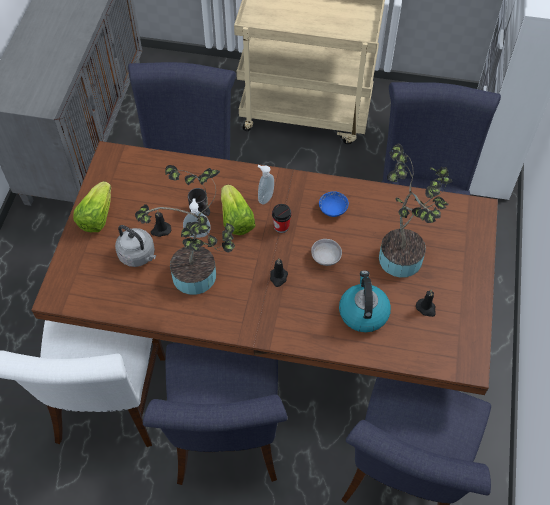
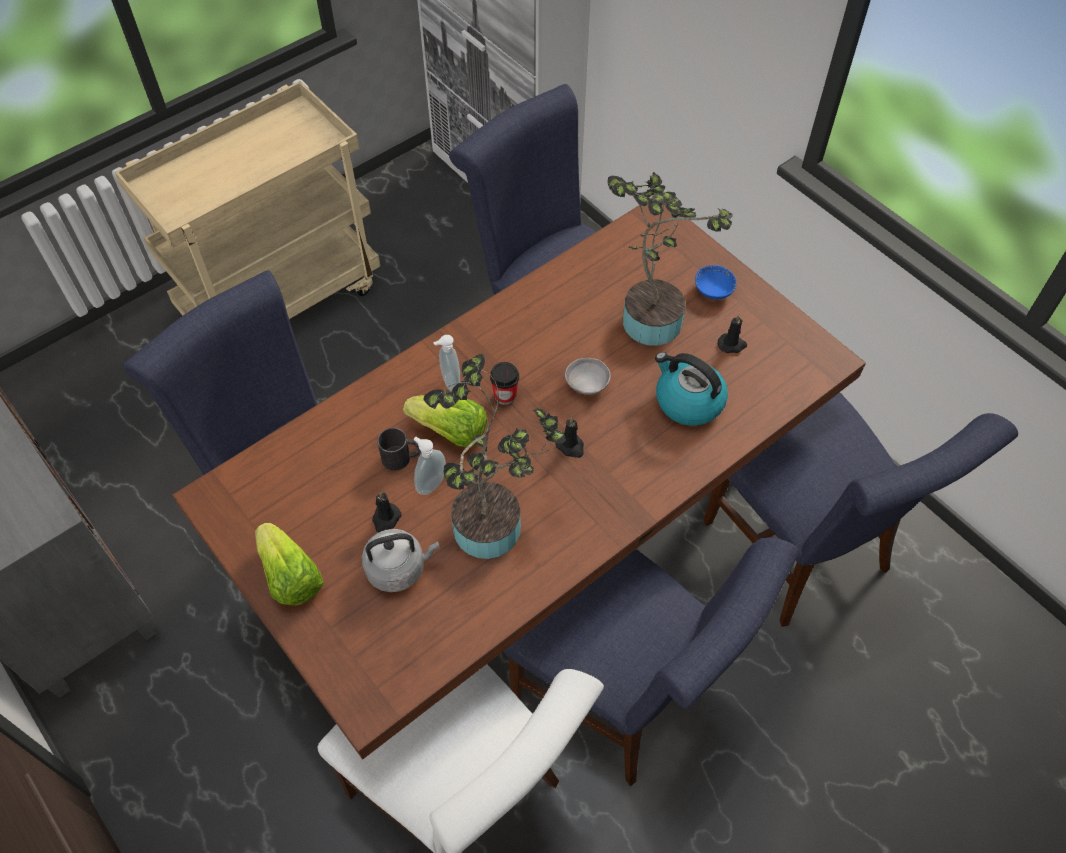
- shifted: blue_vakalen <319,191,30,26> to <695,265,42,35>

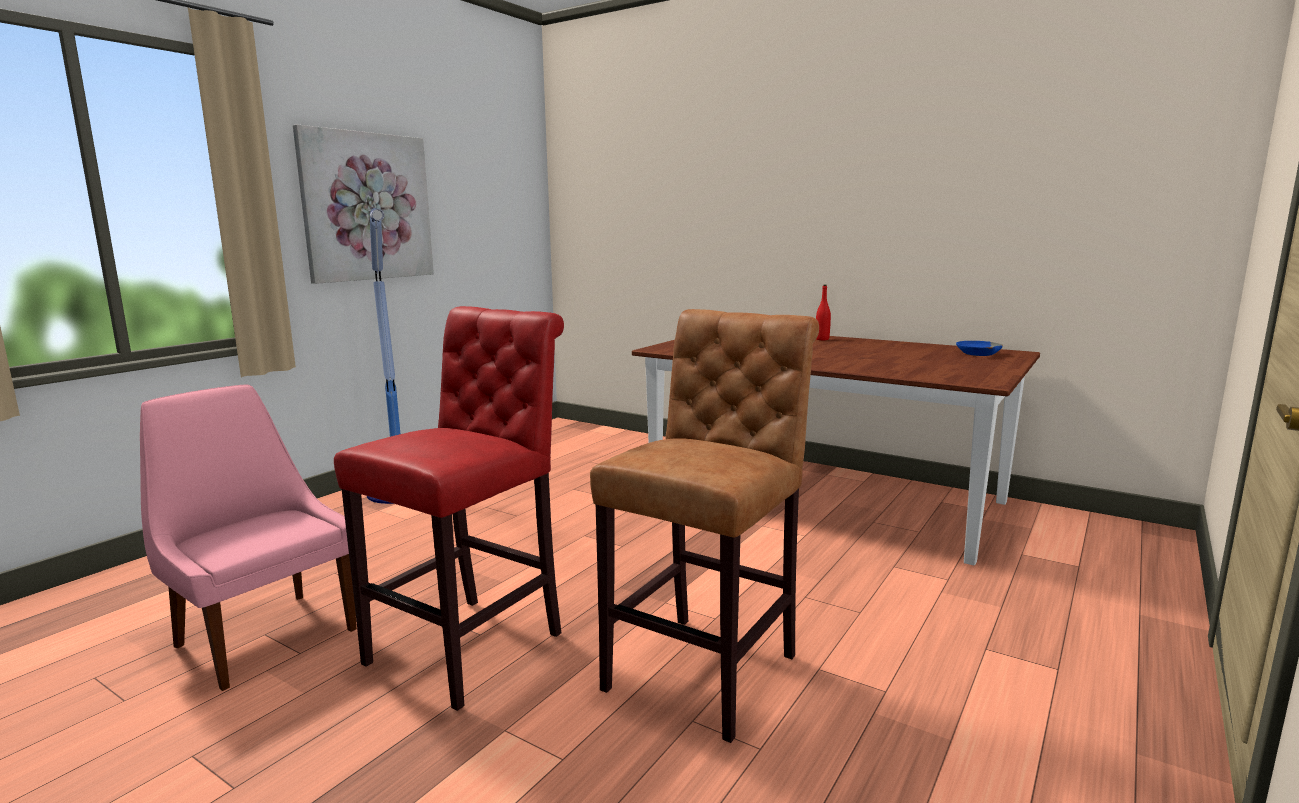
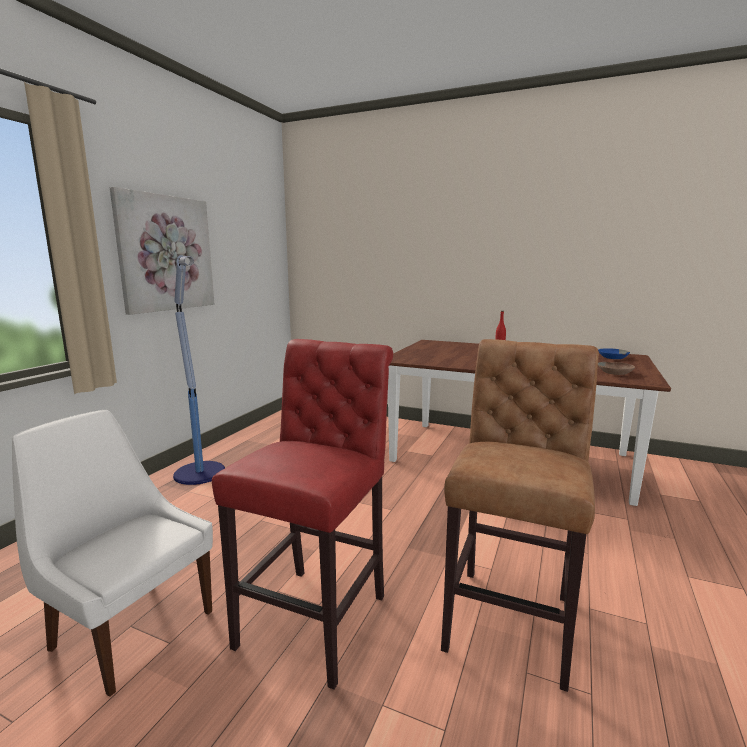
- new: brown_vakalen <598,362,37,13>
- repainted: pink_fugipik <140,385,217,306> to white_fugipik <12,410,201,287>

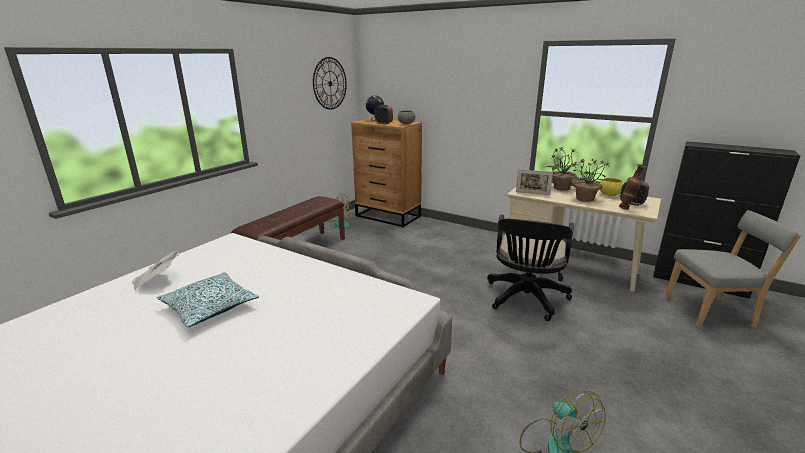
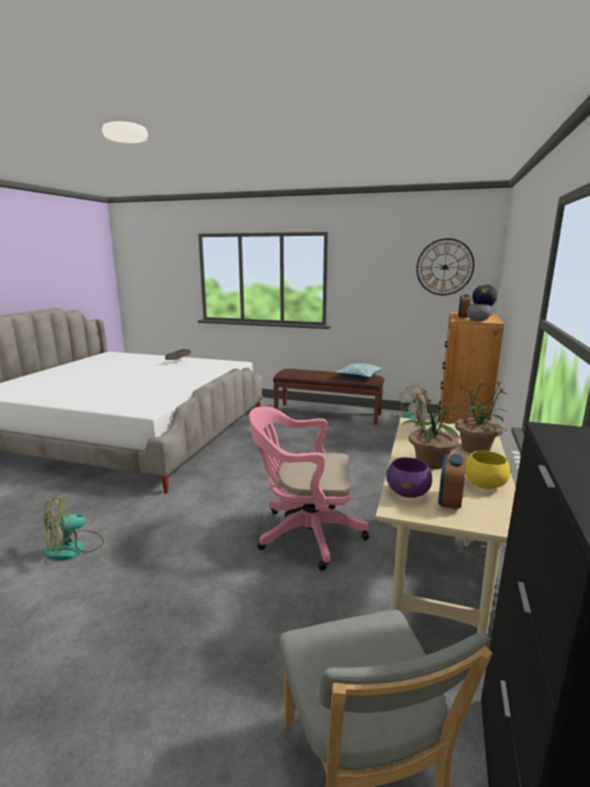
- shifted: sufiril <157,272,102,55> to <336,363,47,15>
- swapped: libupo <619,164,27,46> to purple_vakalen <386,457,46,41>
- repainted: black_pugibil <487,214,87,107> to pink_pugibil <249,406,120,165>

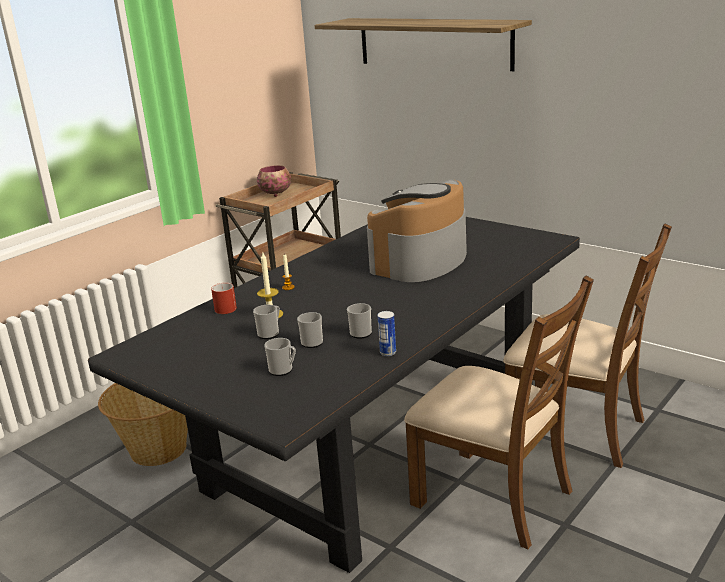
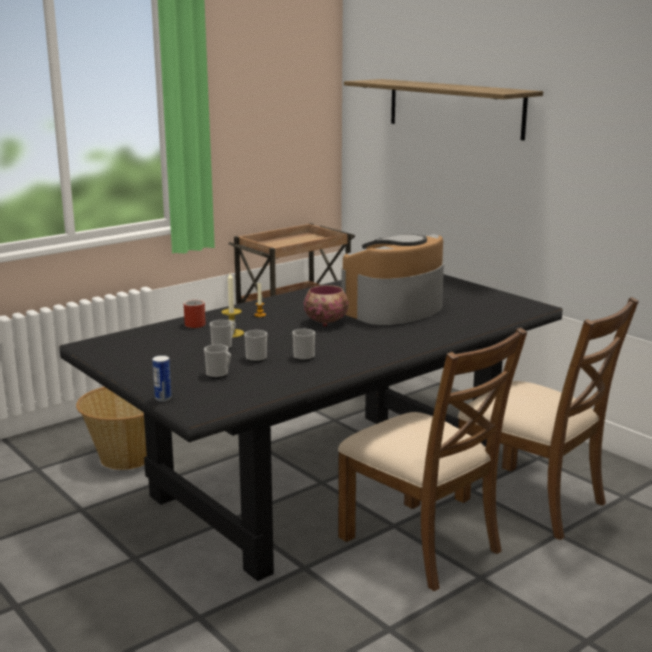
- shifted: vakalen <257,165,34,32> to <304,285,45,42>
- shifted: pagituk <378,311,18,45> to <152,355,20,46>

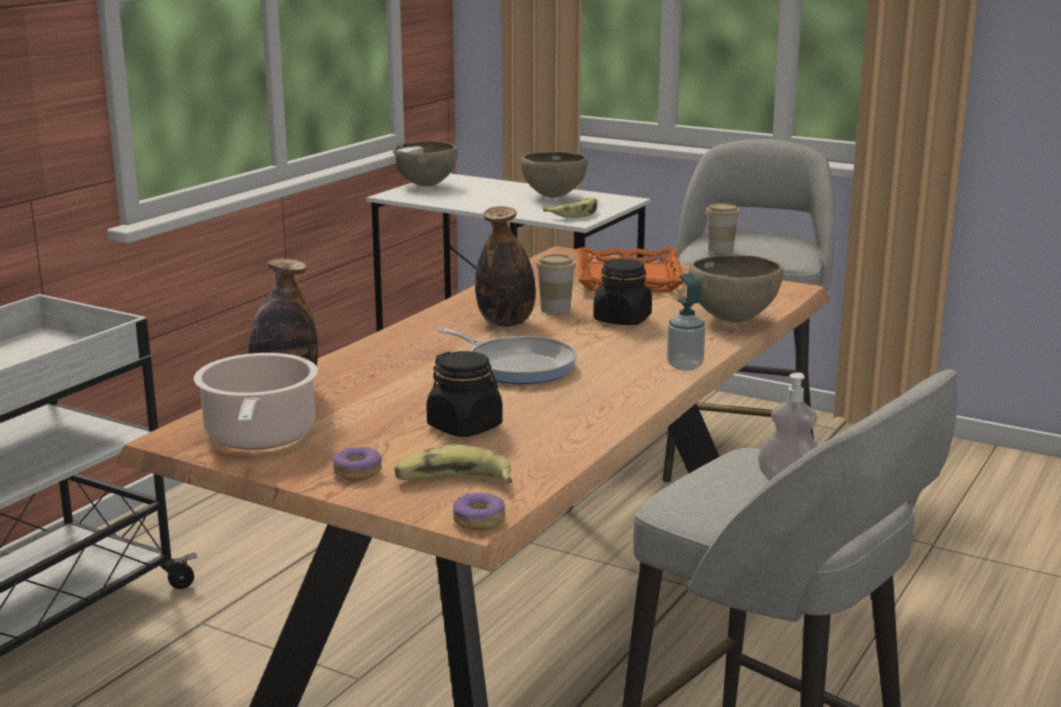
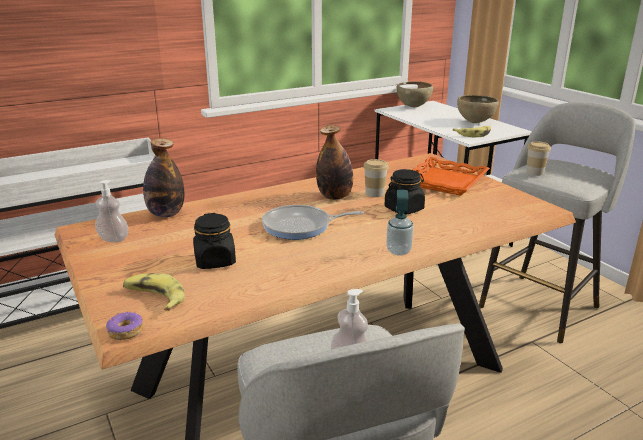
- gone: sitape <333,447,49,33>
- gone: brown_vakalen <689,255,94,68>
- swapped: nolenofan <194,353,124,97> to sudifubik <95,180,33,63>
- rotated: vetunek <438,328,139,56> = <262,205,102,35> 105 degrees clockwise

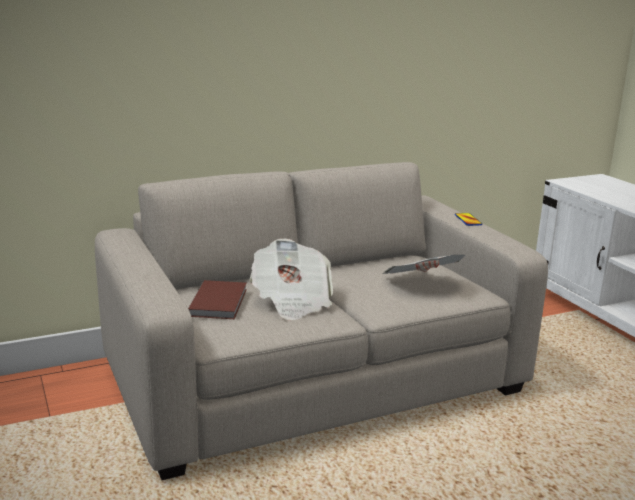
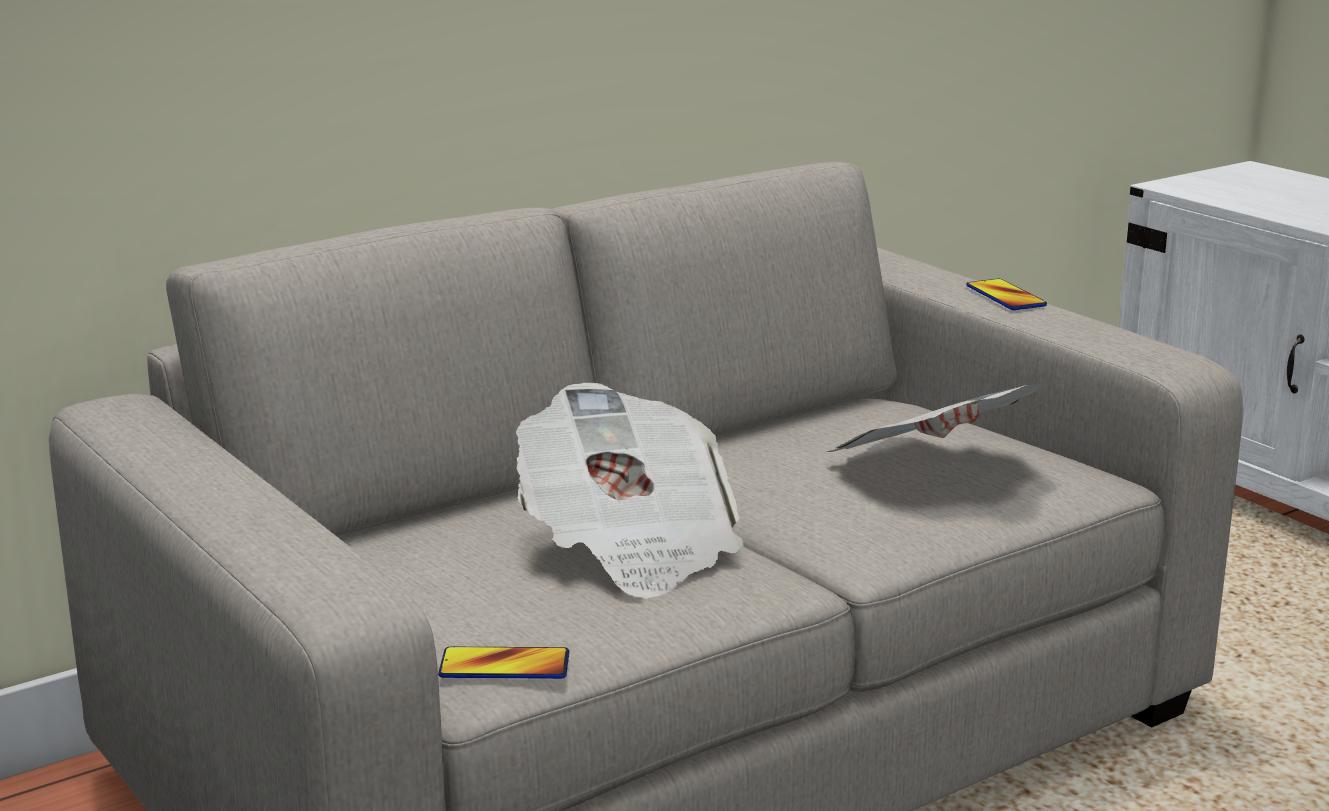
- gone: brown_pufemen <188,280,59,39>
- new: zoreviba <438,647,131,32>

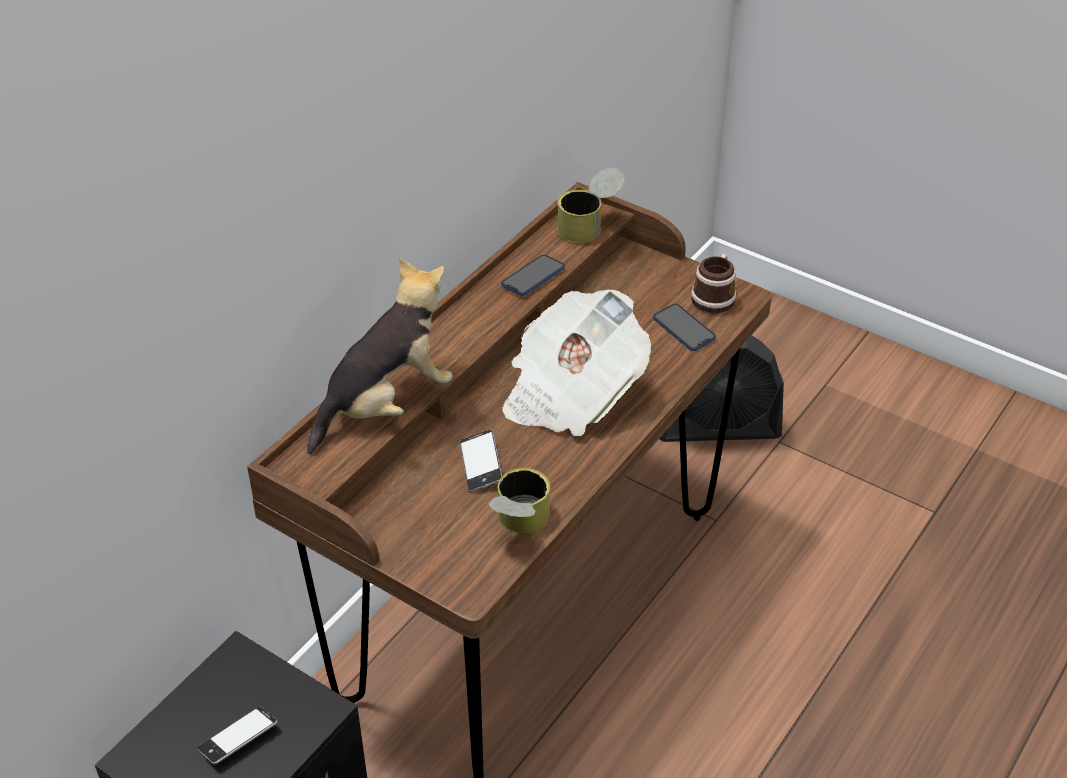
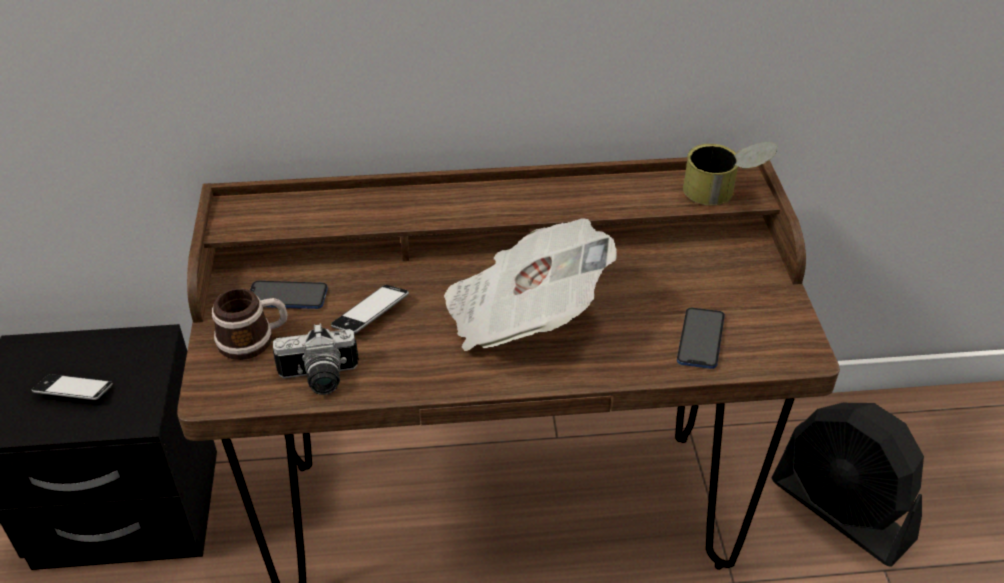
- gone: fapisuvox <307,258,146,196>
- shifted: zoreviba <501,255,64,41> to <250,281,78,28>
- shifted: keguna <691,254,45,59> to <212,288,76,72>
- swapped: pagituk <489,468,61,65> to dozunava <273,323,86,72>

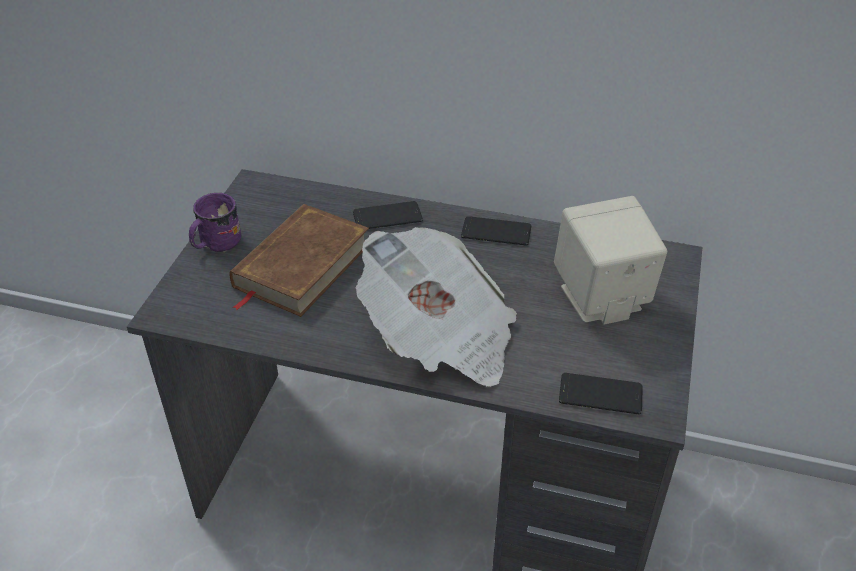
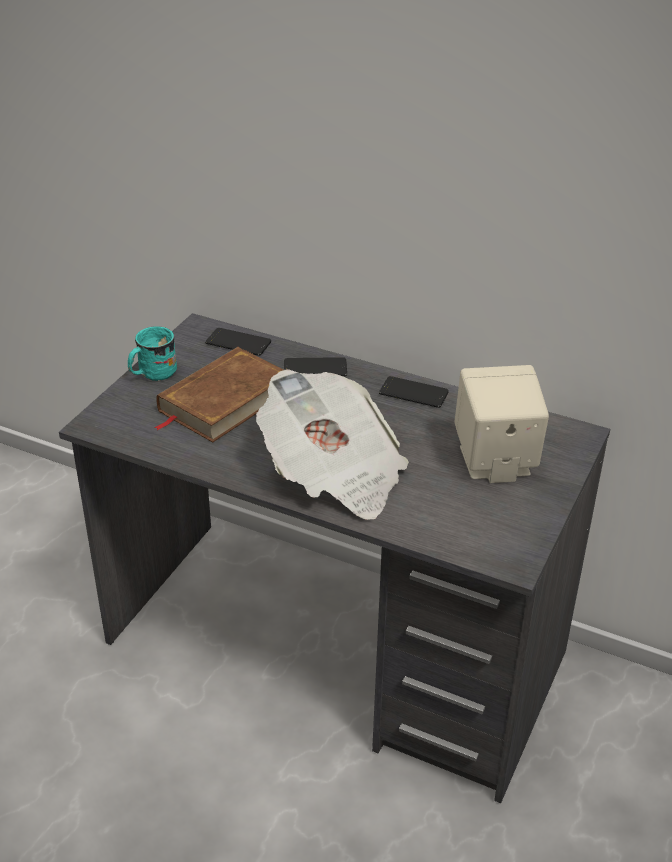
- shifted: zoreviba <559,373,83,41> to <205,328,66,28>
- repainted: purple_keguna <189,193,52,60> to turquoise_keguna <128,326,49,56>

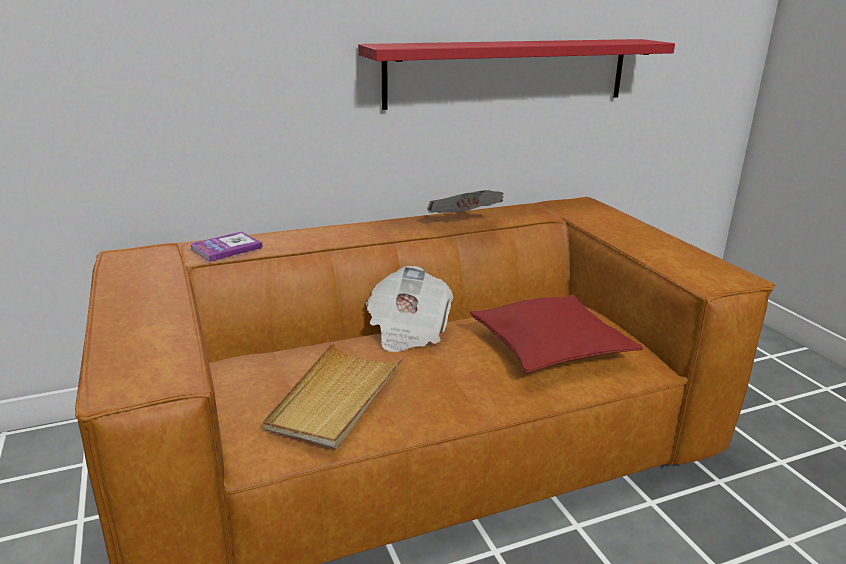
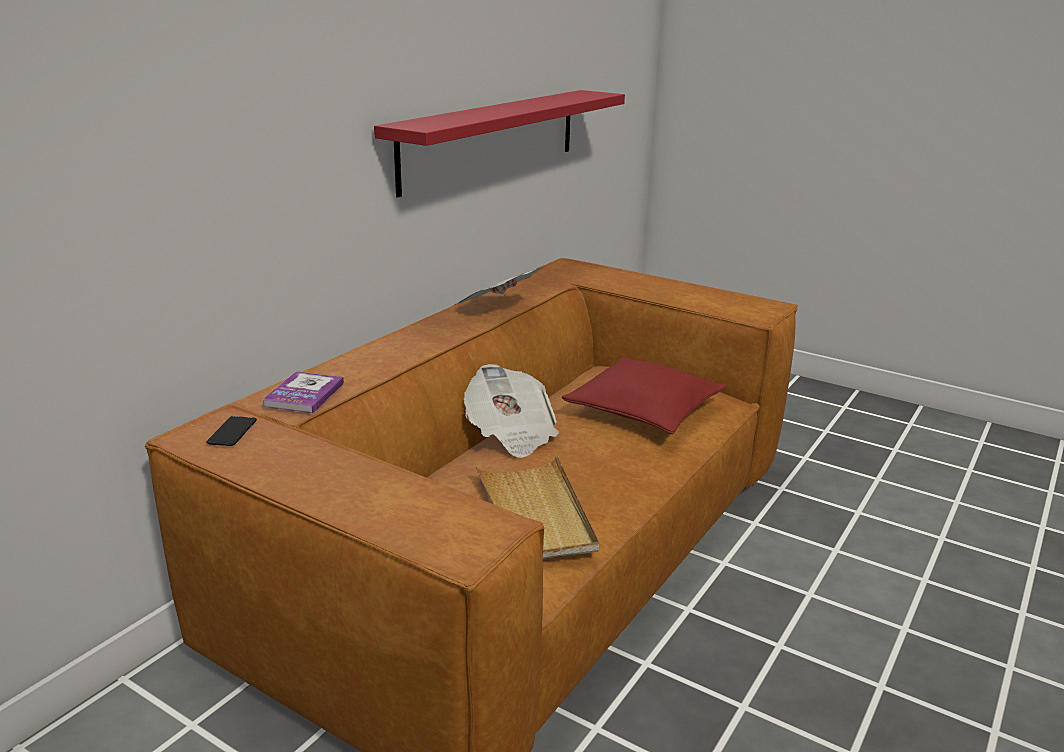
- new: zoreviba <206,416,51,30>

